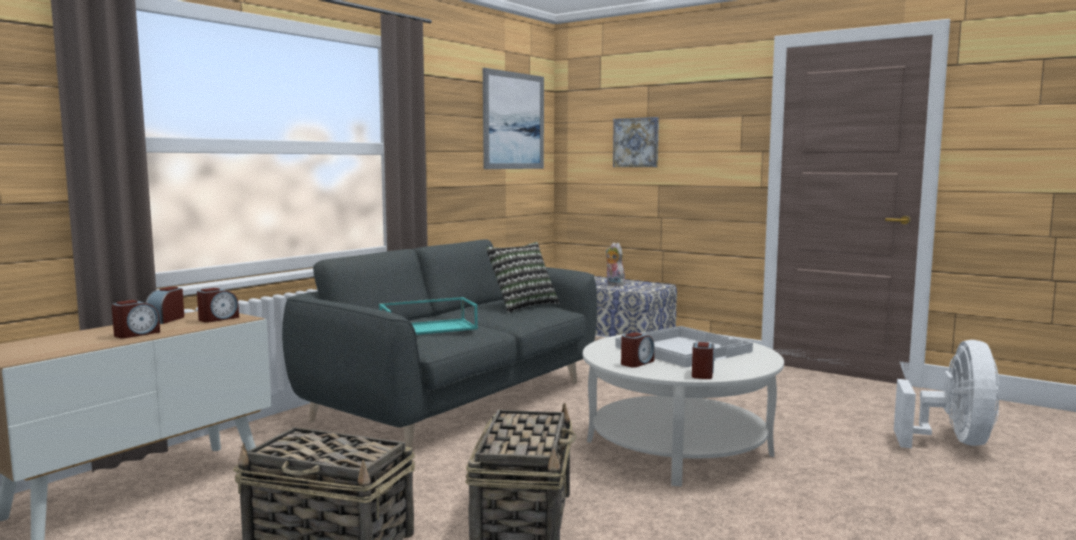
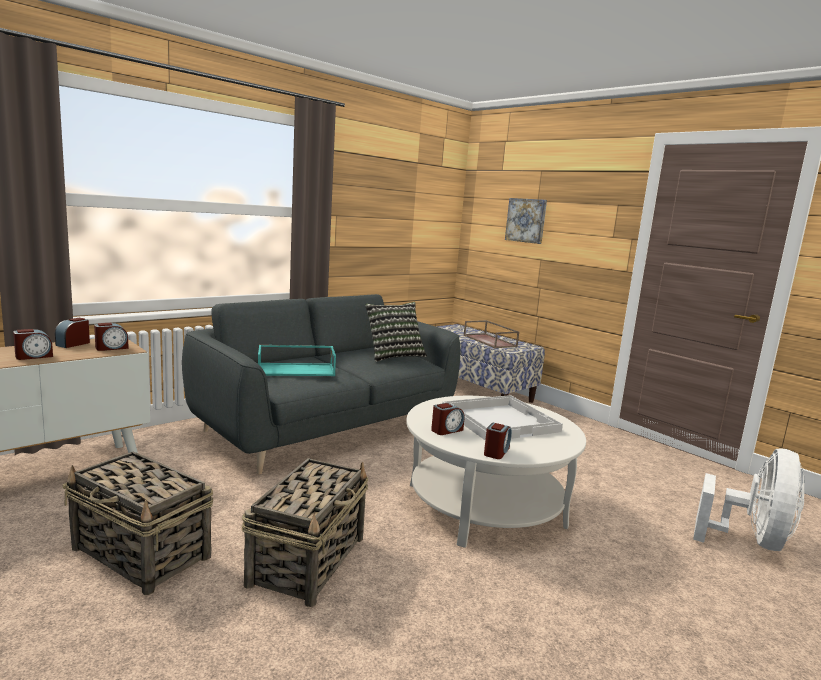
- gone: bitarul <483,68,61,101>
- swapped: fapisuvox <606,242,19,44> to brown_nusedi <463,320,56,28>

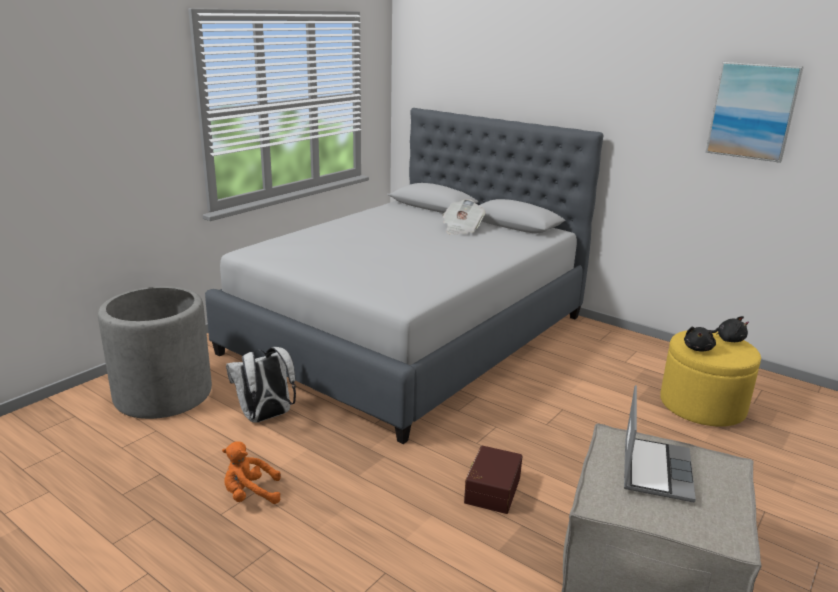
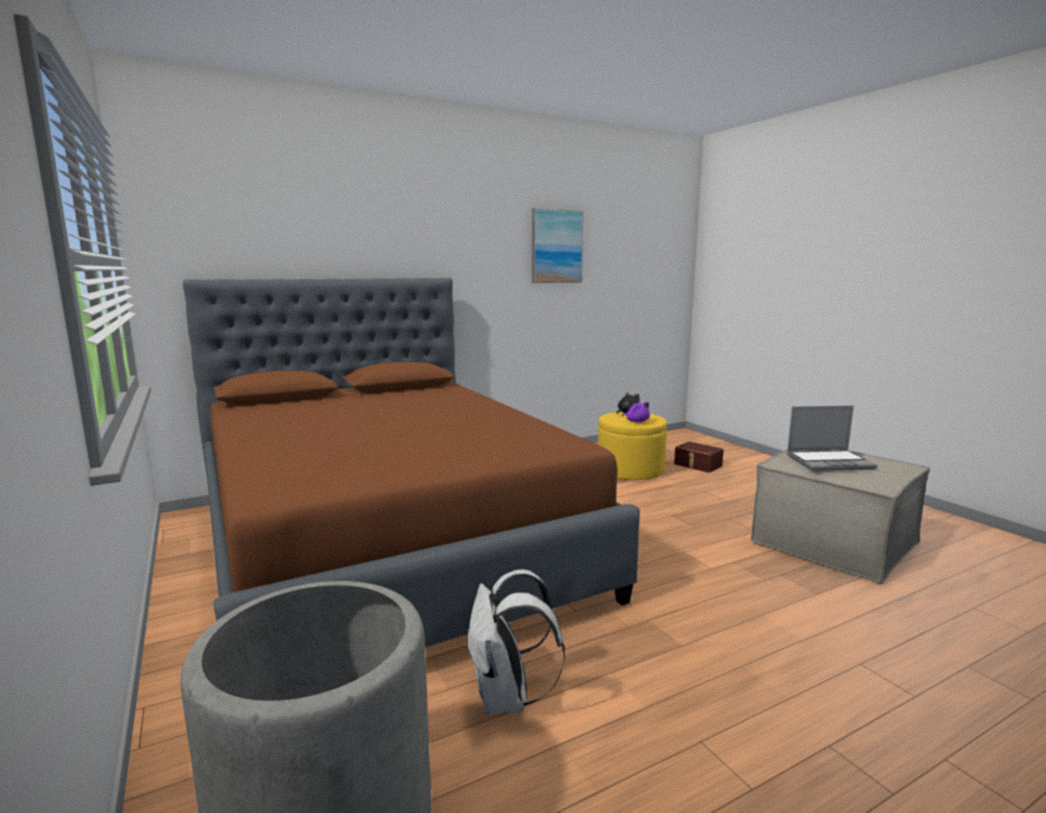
- gone: orange_fapisuvox <222,441,59,63>
- gone: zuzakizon <443,199,42,36>
- shifted: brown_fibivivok <464,446,58,68> to <674,442,50,31>
- repainted: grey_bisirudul <205,108,399,336> to brown_bisirudul <183,278,457,369>
- repainted: black_fapisuvox <684,327,32,24> to purple_fapisuvox <622,402,28,20>
- rotated: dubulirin <624,385,72,118> = <787,406,90,65> 135 degrees clockwise

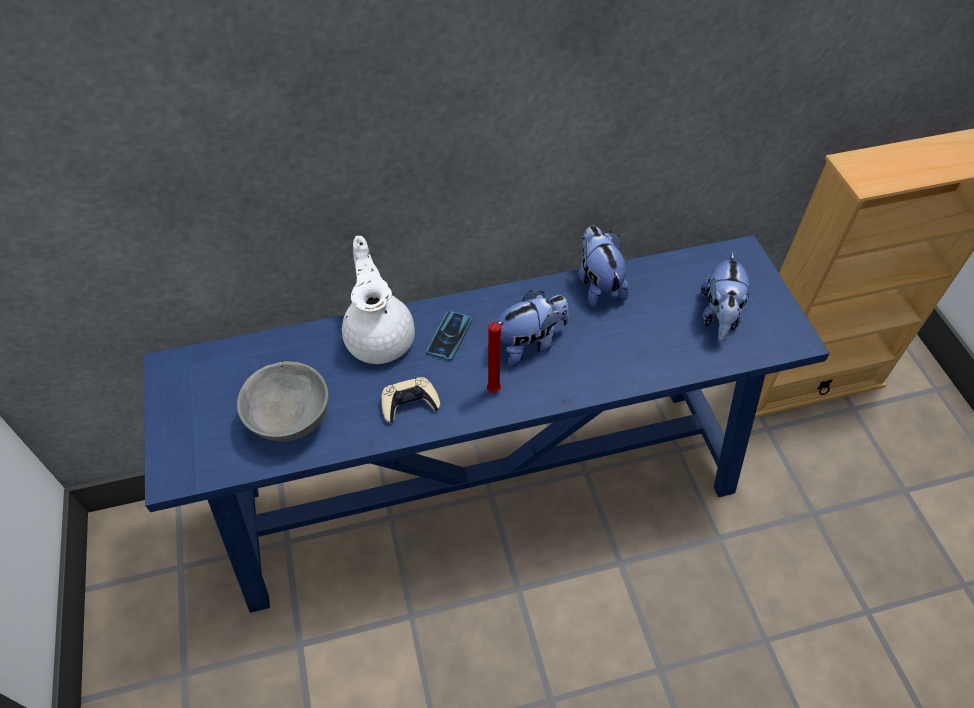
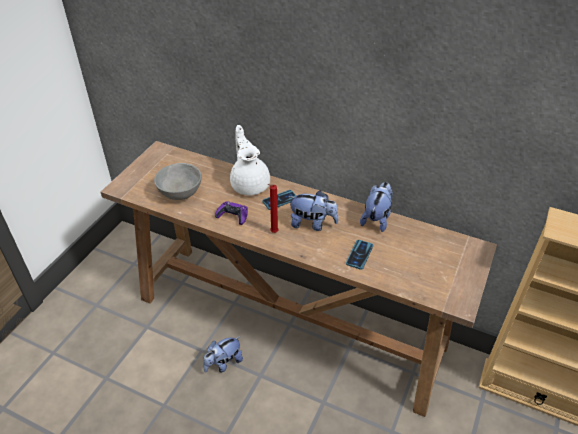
- new: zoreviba <346,240,27,30>
- shifted: fapisuvox <701,252,50,89> to <203,336,40,37>
- repainted: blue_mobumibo <144,235,686,378> to brown_mobumibo <100,141,397,276>
- repainted: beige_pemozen <381,377,59,46> to purple_pemozen <215,201,33,24>
- rotated: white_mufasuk <342,236,73,128> = <230,125,40,70> 45 degrees counterclockwise

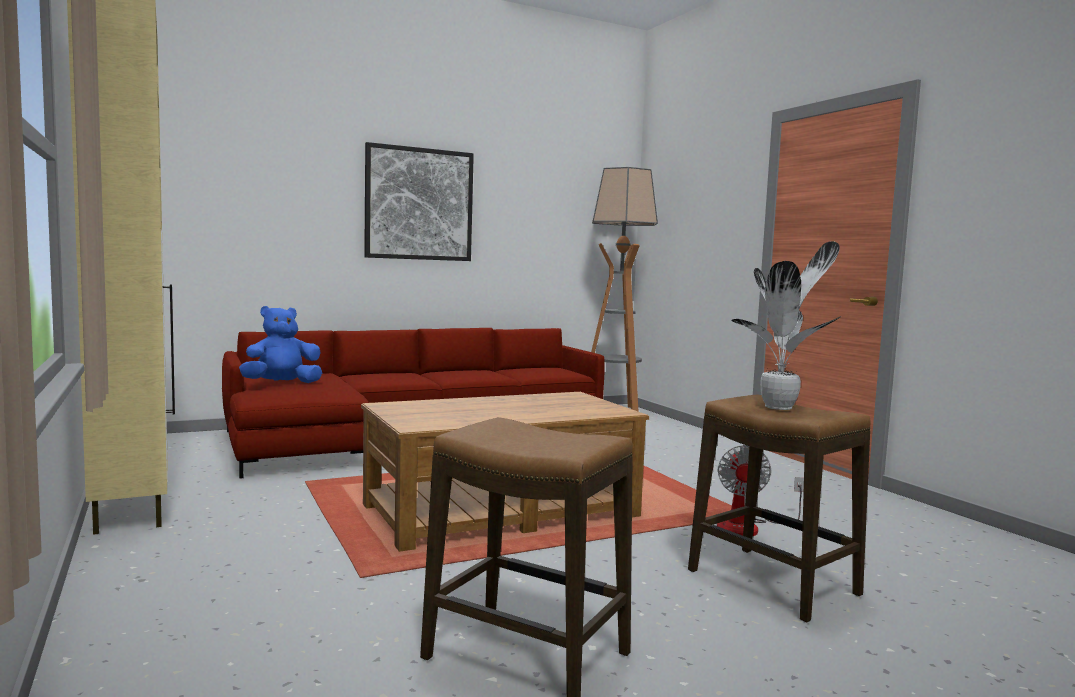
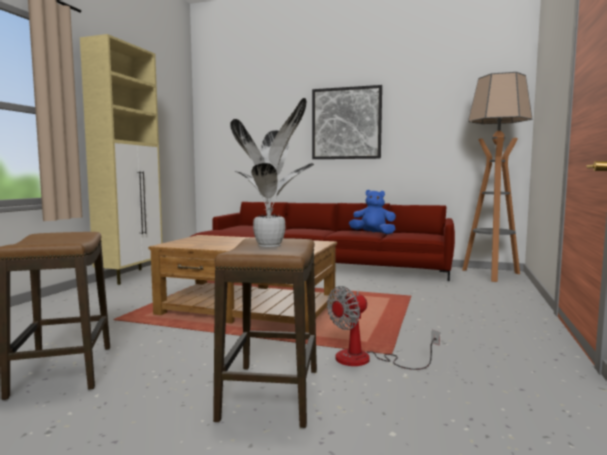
- shifted: blue_fapisuvox <239,306,83,77> to <349,190,47,44>

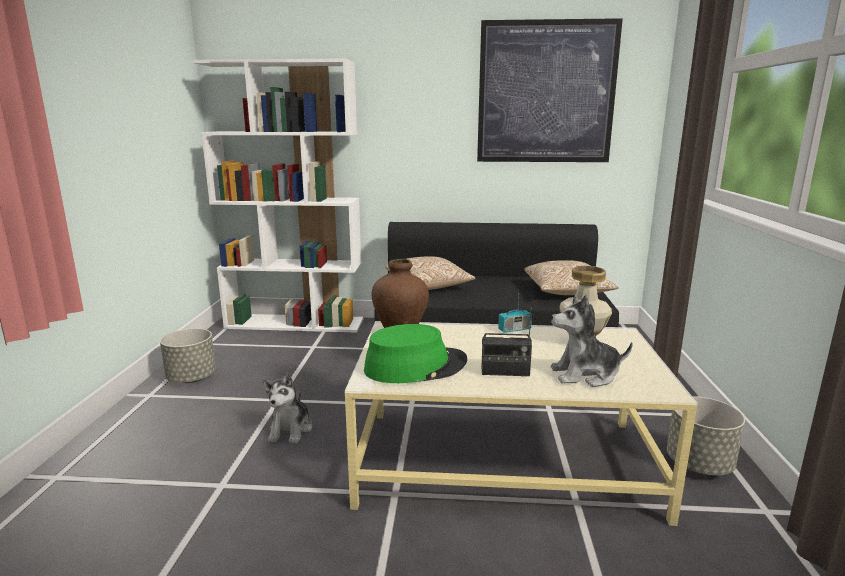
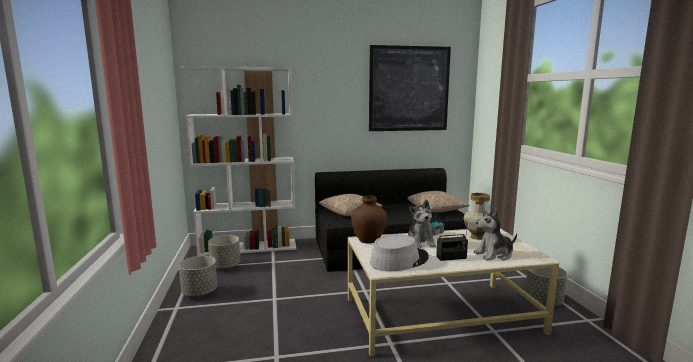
- new: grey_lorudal <208,235,32,34>
- shifted: fapisuvox <262,372,50,72> to <408,199,28,49>
- repainted: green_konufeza <364,324,103,59> to grey_konufeza <370,234,59,37>

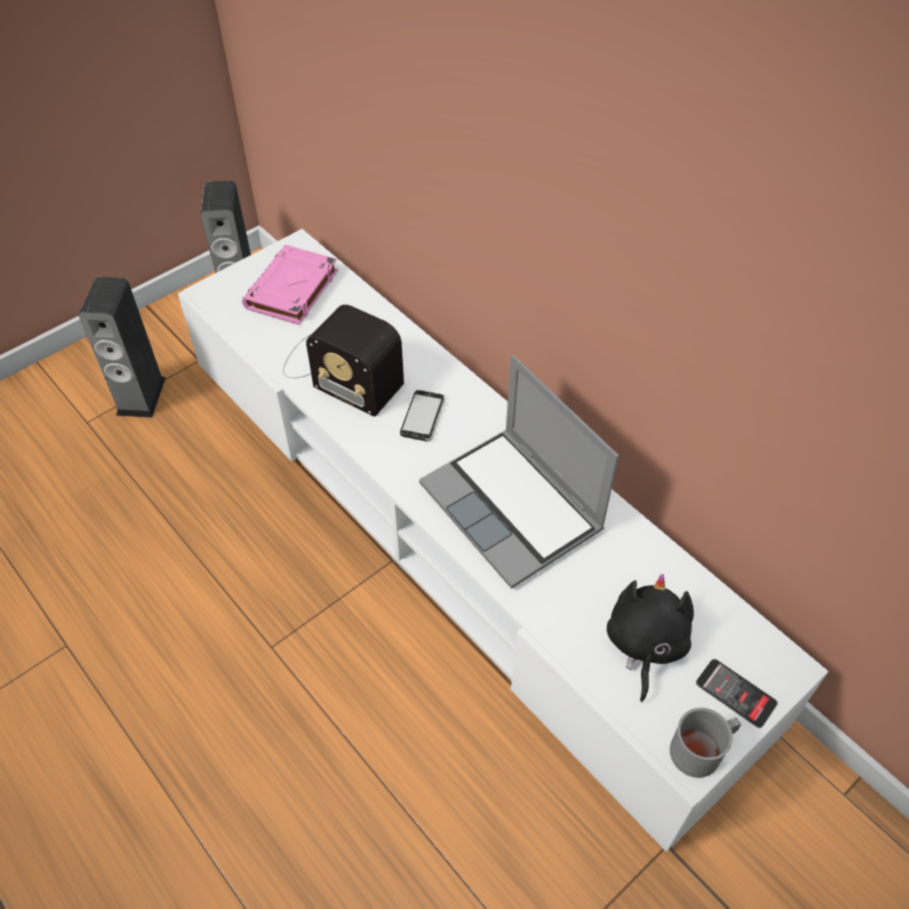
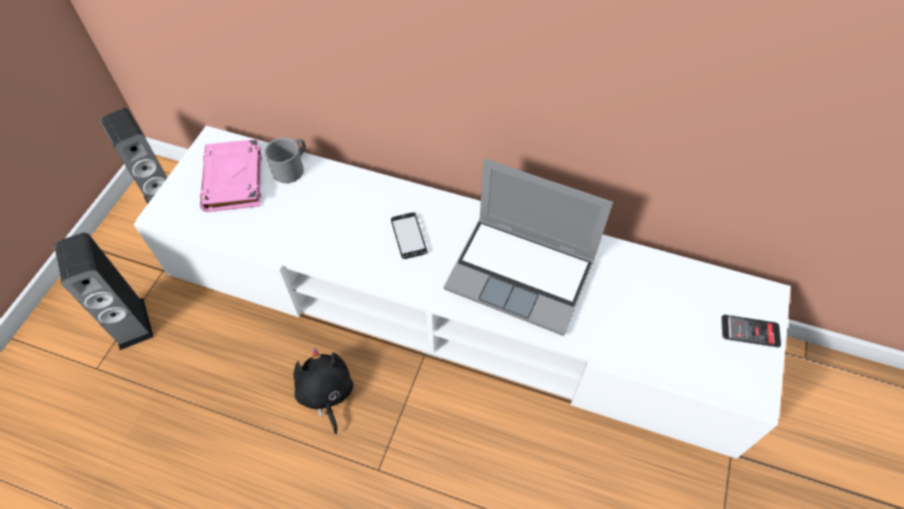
- gone: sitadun <283,304,121,113>
- shifted: black_fapisuvox <607,574,87,128> to <293,348,60,86>
- shifted: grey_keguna <670,708,71,70> to <264,138,42,45>

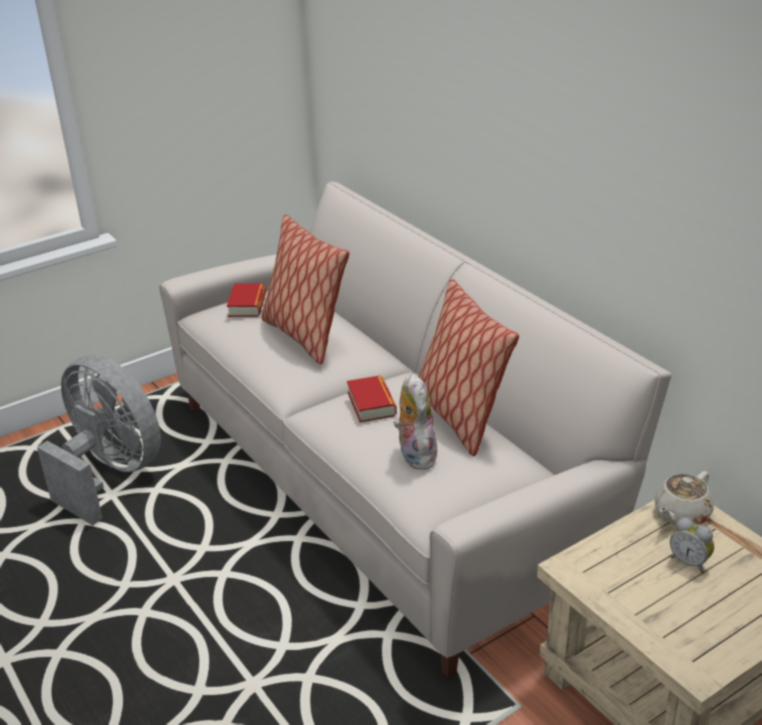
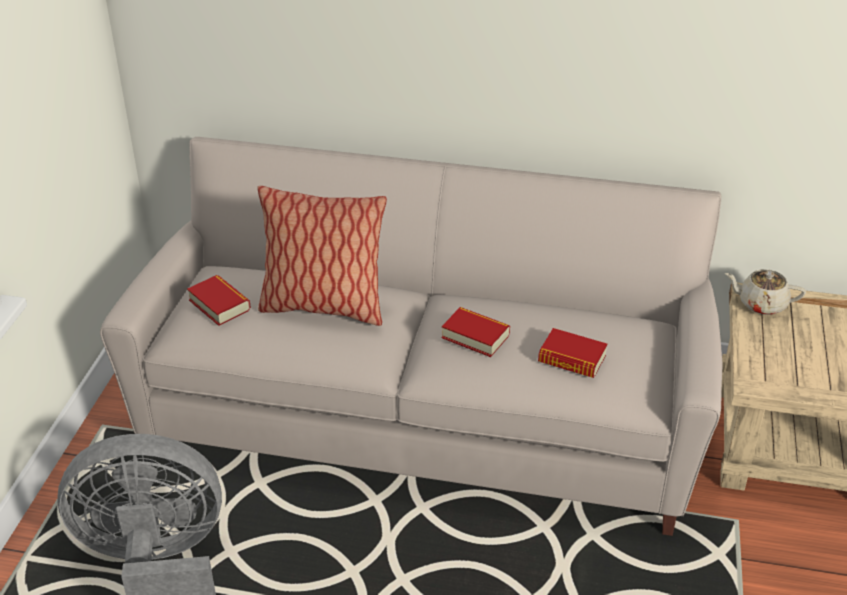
- gone: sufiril <418,279,101,177>
- gone: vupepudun <670,518,44,55>
- swapped: fapisuvox <394,374,43,96> to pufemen <538,328,69,50>
- rotated: beige_mufasuk <655,471,59,54> = <724,269,82,46> 105 degrees clockwise

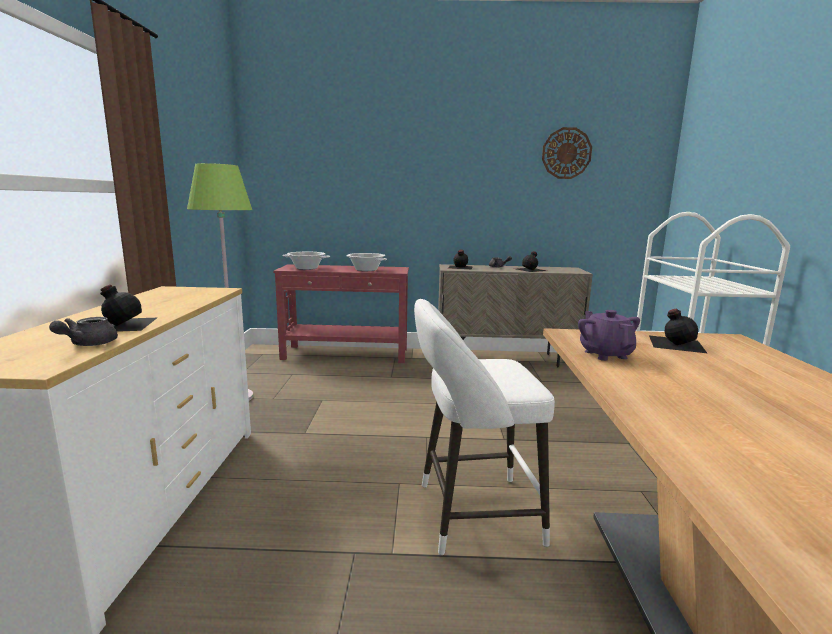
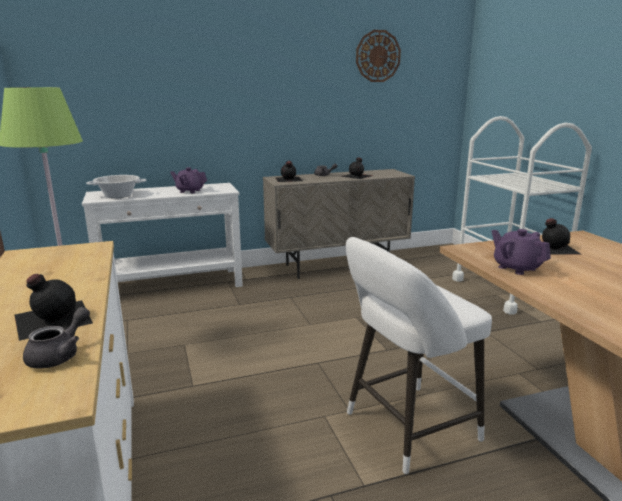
- swapped: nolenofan <346,253,41,18> to purple_mufasuk <170,167,37,26>
- repainted: red_mobumibo <273,264,136,99> to white_mobumibo <82,183,161,104>
- rotated: grey_mufasuk <49,317,69,29> = <23,307,67,62> 150 degrees counterclockwise

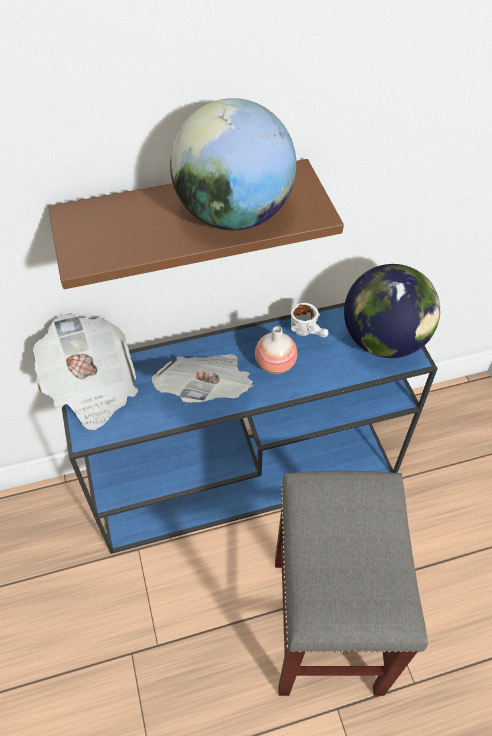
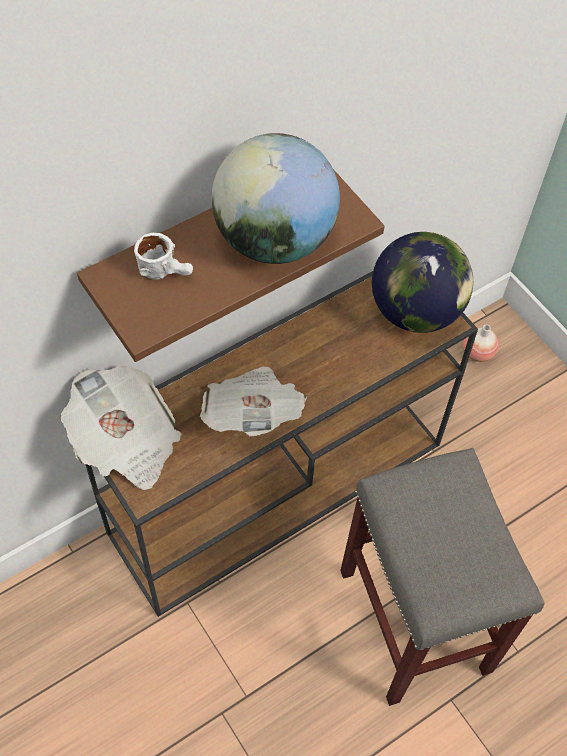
- shifted: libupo <255,326,42,48> to <463,325,36,37>
- shifted: white_keguna <291,303,37,34> to <134,233,59,47>
- repainted: blue_mobumibo <62,303,376,251> to brown_mobumibo <85,271,393,346>

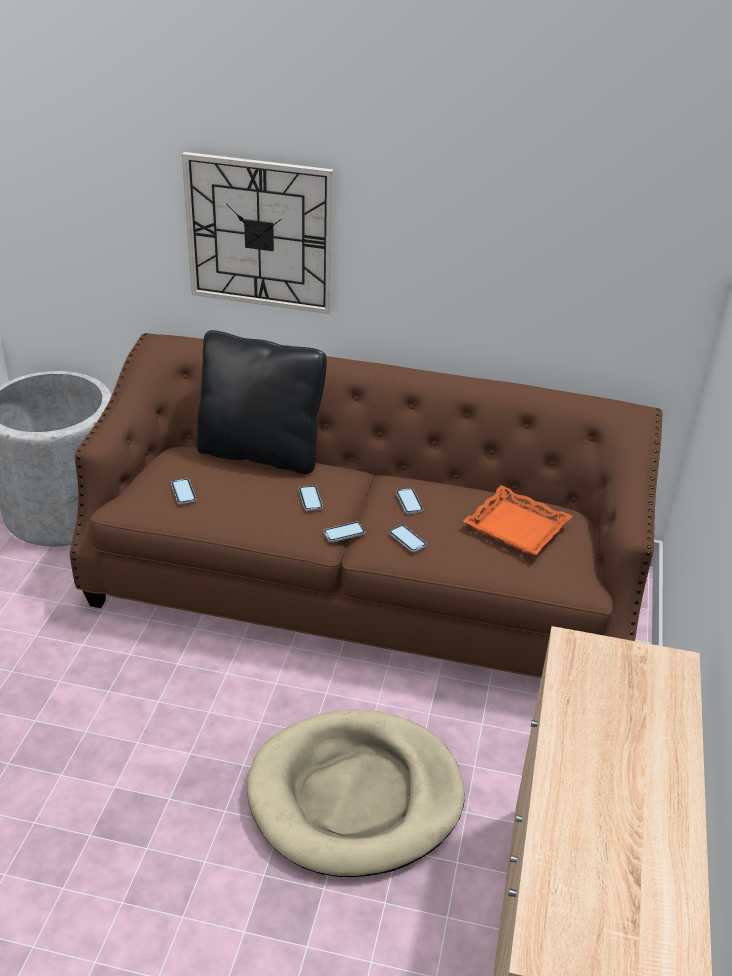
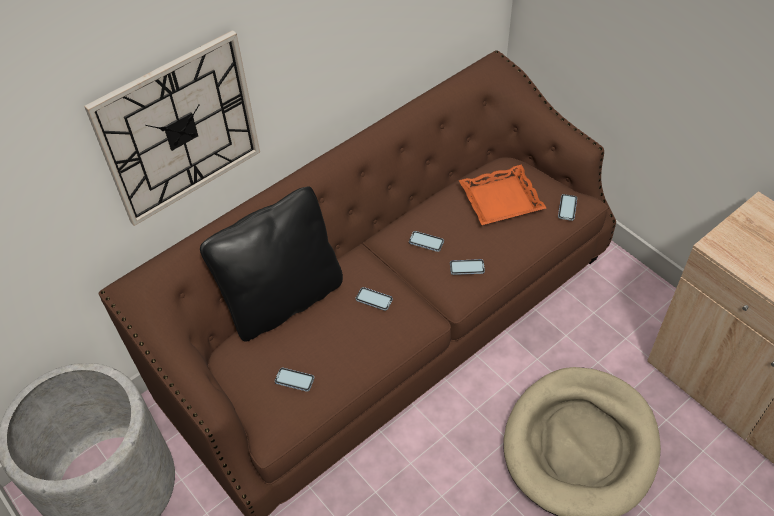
- shifted: zoreviba <323,522,42,20> to <558,194,19,27>

